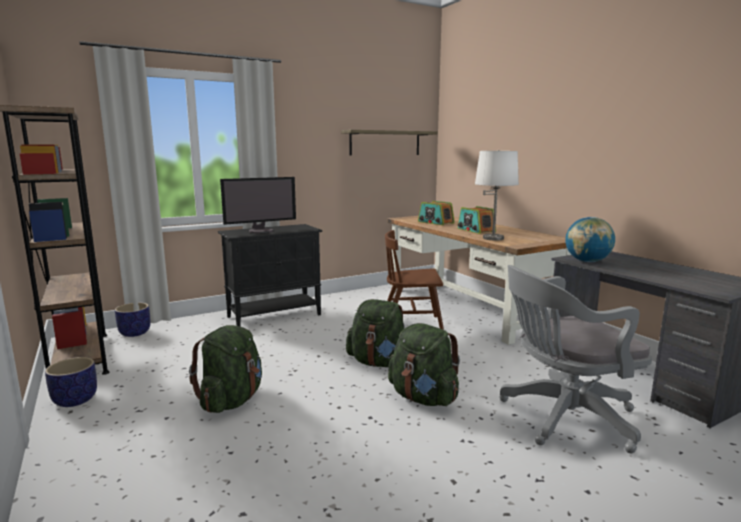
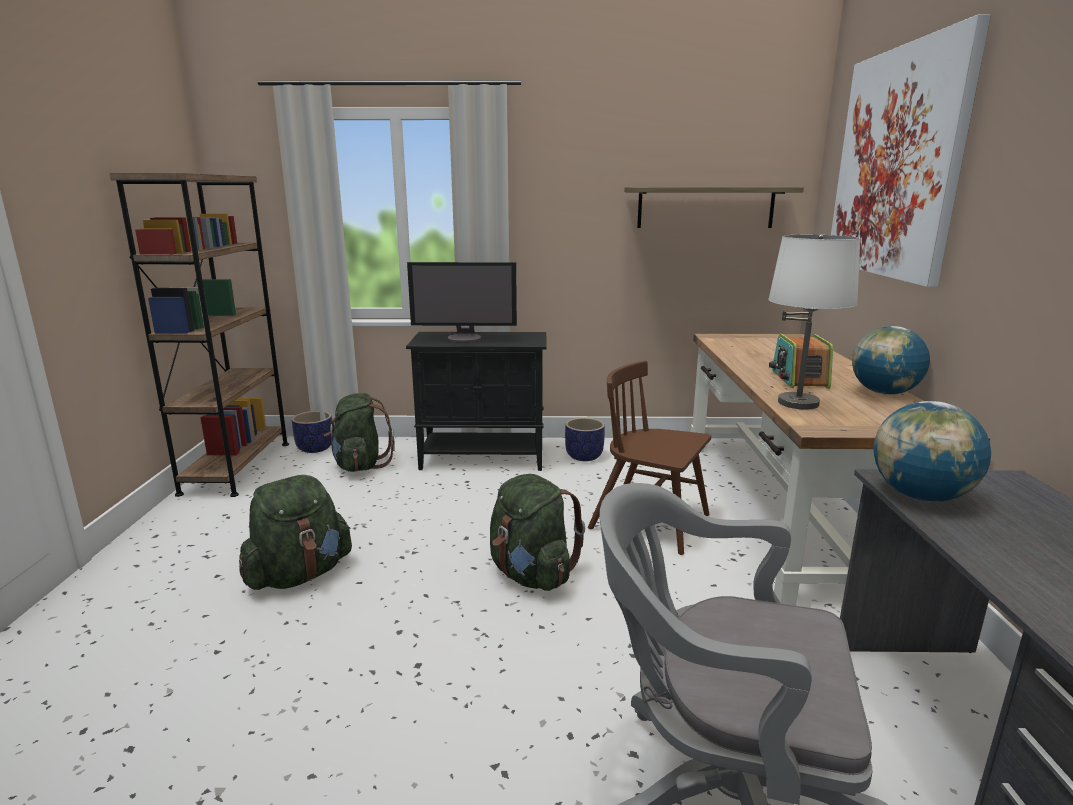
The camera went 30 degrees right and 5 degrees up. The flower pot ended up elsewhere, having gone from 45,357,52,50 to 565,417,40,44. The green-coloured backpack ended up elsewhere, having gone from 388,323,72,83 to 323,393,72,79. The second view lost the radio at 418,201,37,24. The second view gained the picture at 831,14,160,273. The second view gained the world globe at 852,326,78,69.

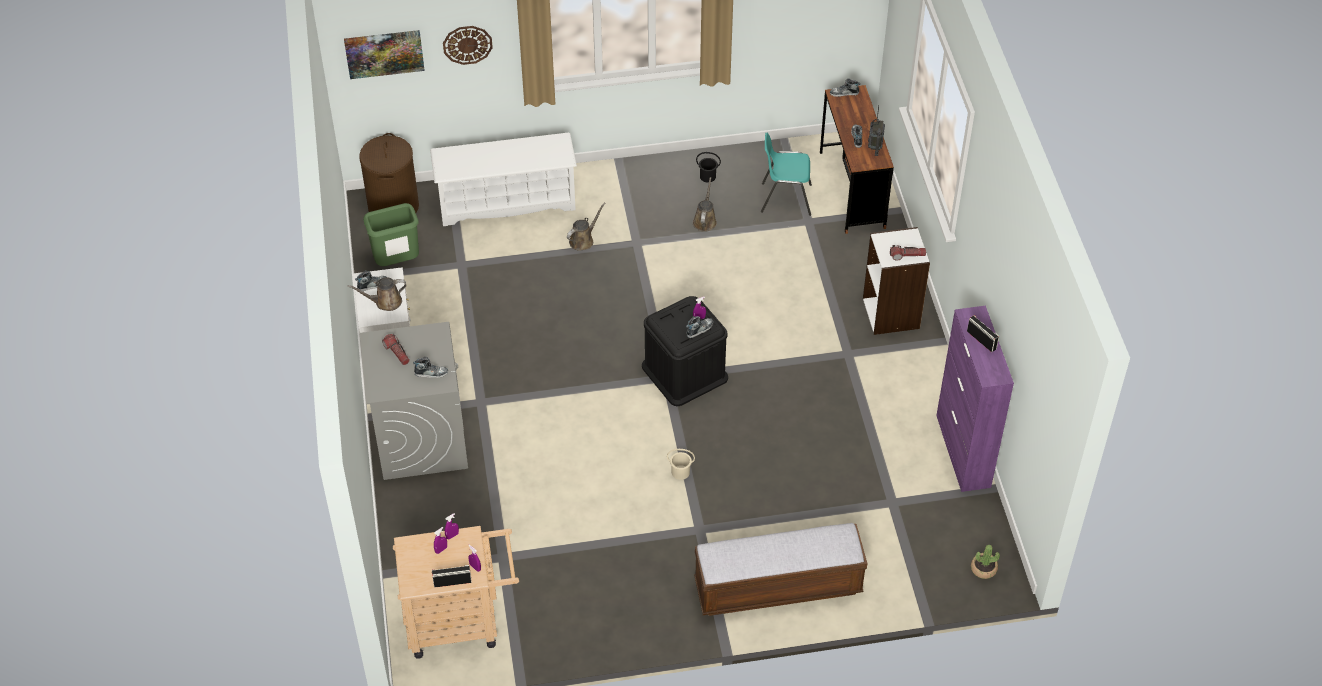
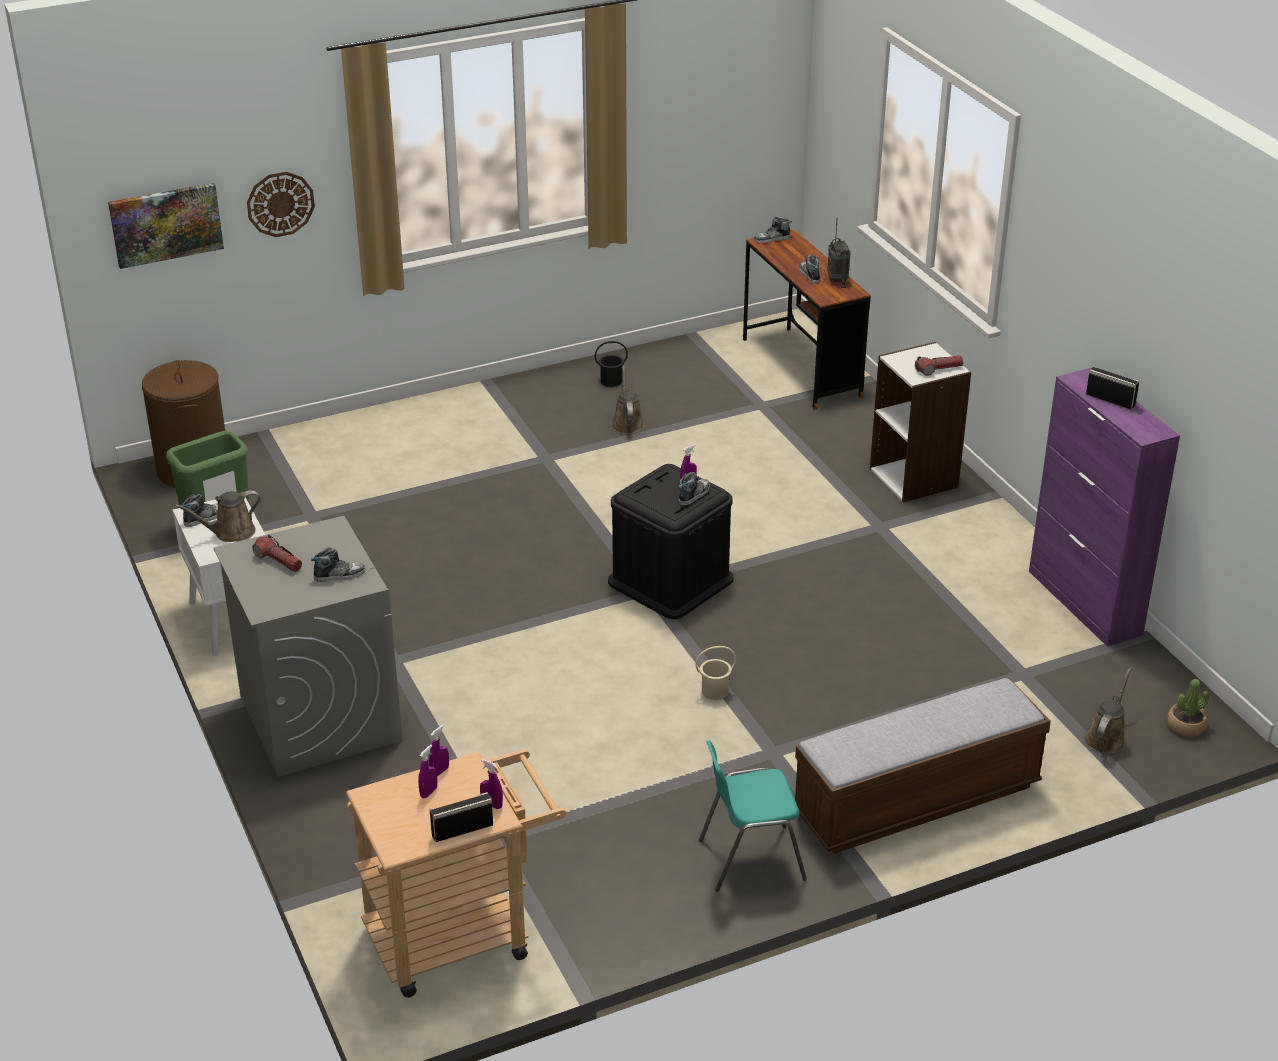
The camera went 15 degrees left and 15 degrees down. The second view lost the white-coloured shoe stand at 430,133,147,93. The brown sprinkling can ended up elsewhere, having gone from 567,202,39,49 to 1084,668,47,86. The turquoise plain chair ended up elsewhere, having gone from 761,133,51,83 to 699,740,108,152.

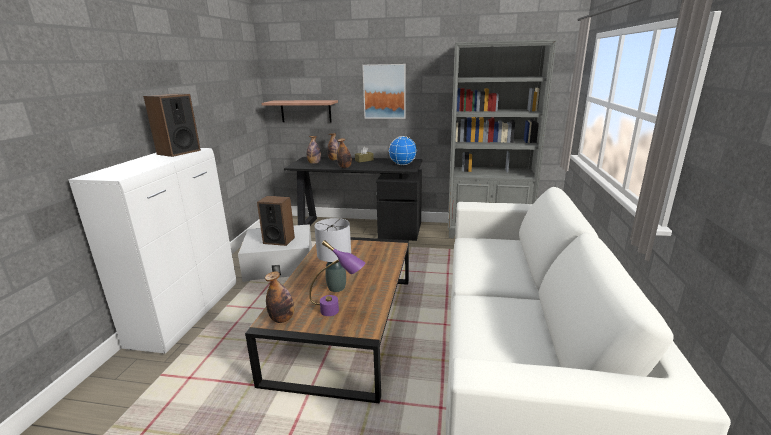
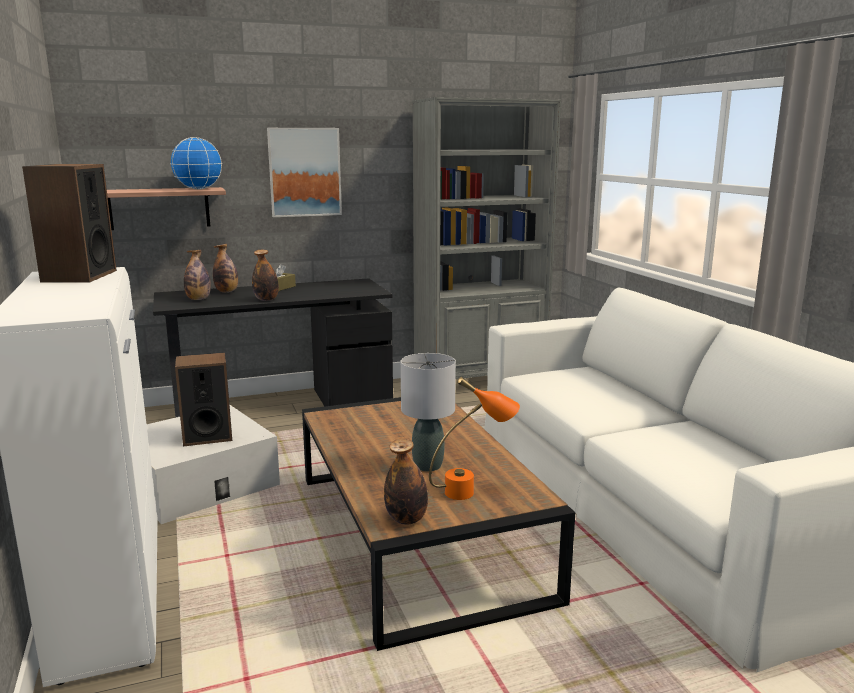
The camera went 30 degrees left and 5 degrees down. What was the purplish table lamp at 309,240,56,76 turned into the orange-coloured table lamp at 429,377,91,123. The world globe ended up elsewhere, having gone from 388,136,29,29 to 170,137,53,52.

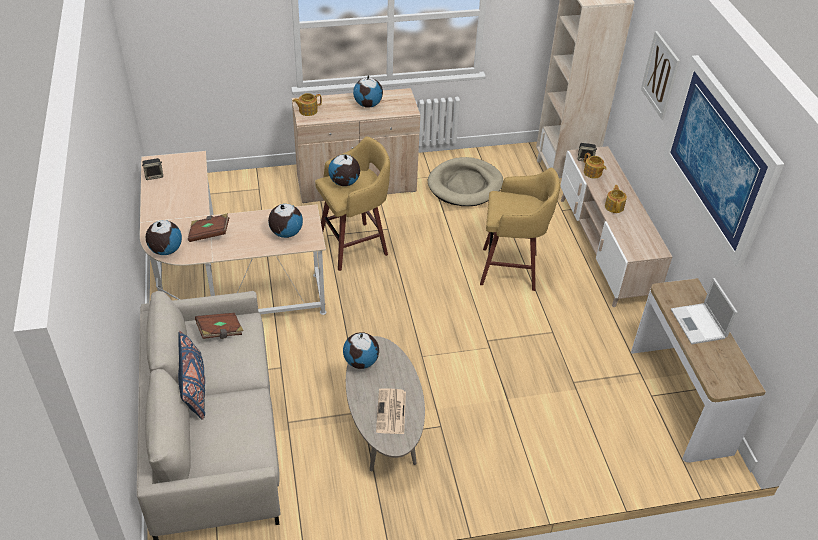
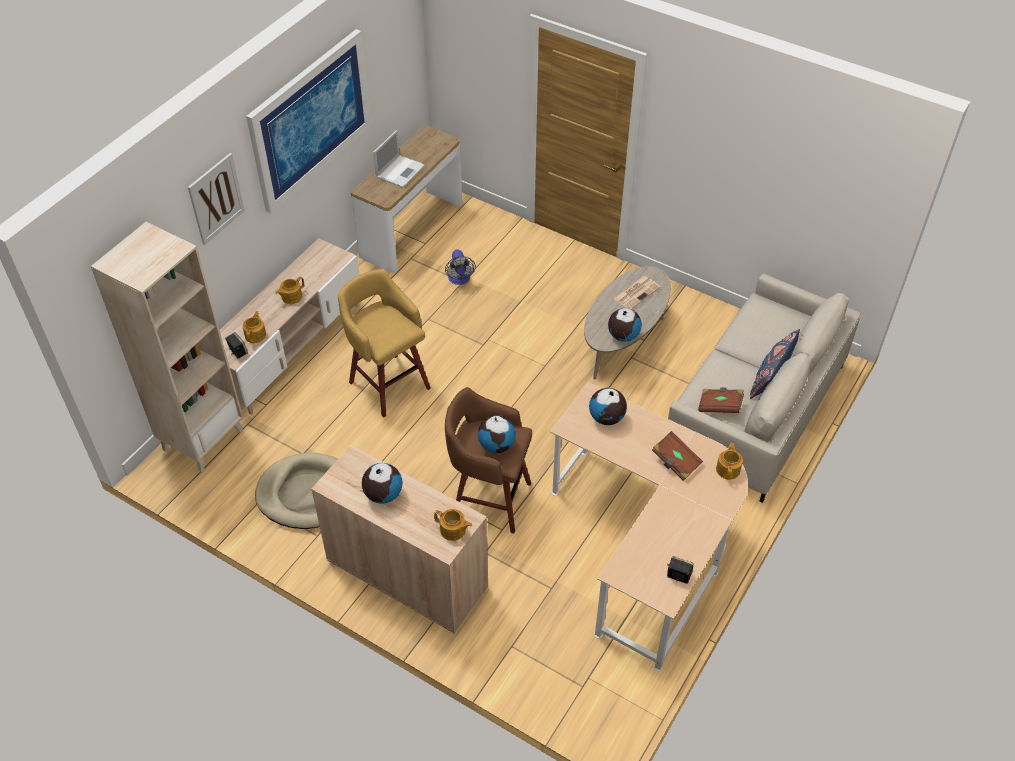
The camera went 135 degrees left and 5 degrees up. Where the world globe stood at 146,220,36,35, the pot for tea came to stand at 716,443,27,37. What was the yellow stool seat at 315,137,75,134 turned into the brown stool seat at 445,387,87,146. The second view gained the electric fan at 445,249,31,36.

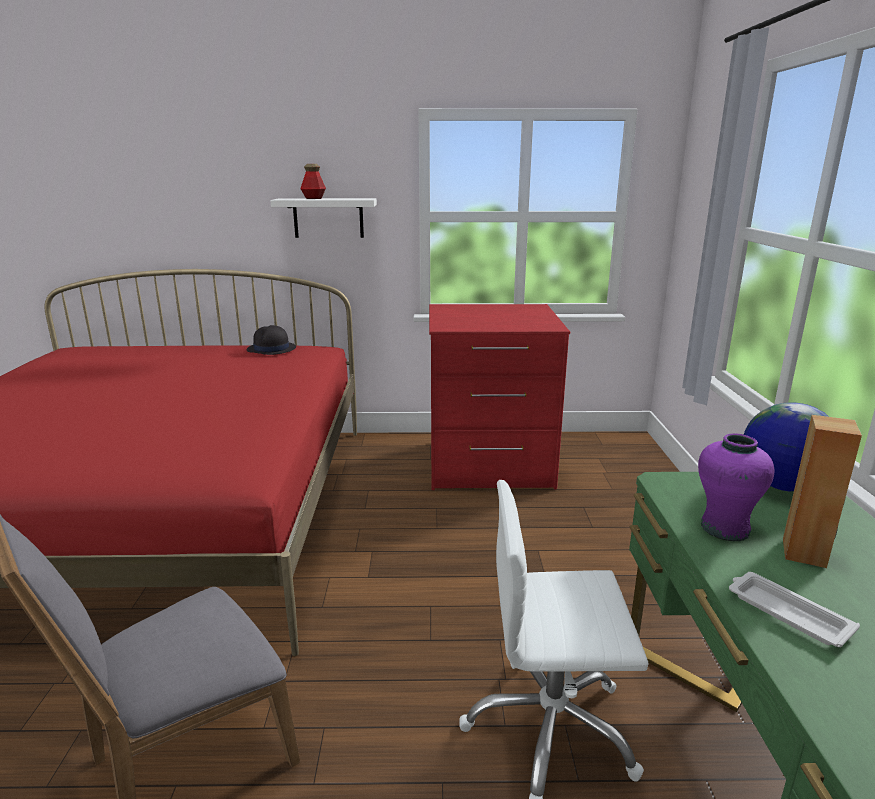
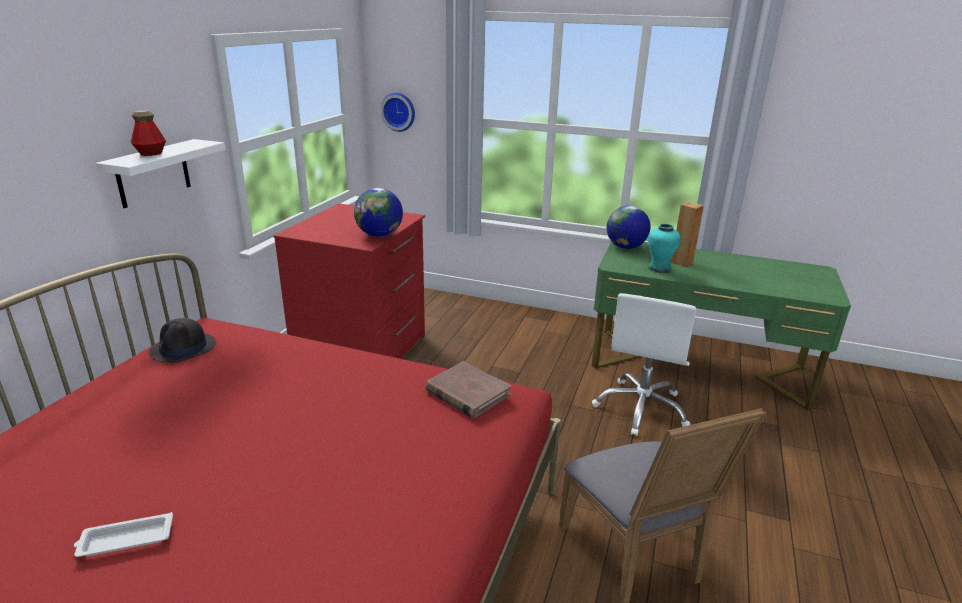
The camera went 70 degrees left and 5 degrees up. What was the purplish decorative vase at 698,433,76,108 turned into the turquoise decorative vase at 648,224,33,49. The white-coloured serving tray ended up elsewhere, having gone from 729,572,131,75 to 74,512,99,45. The second view gained the world globe at 354,188,49,49. The second view gained the clock on the wall at 381,93,34,39. The second view gained the brown book at 425,361,86,57.

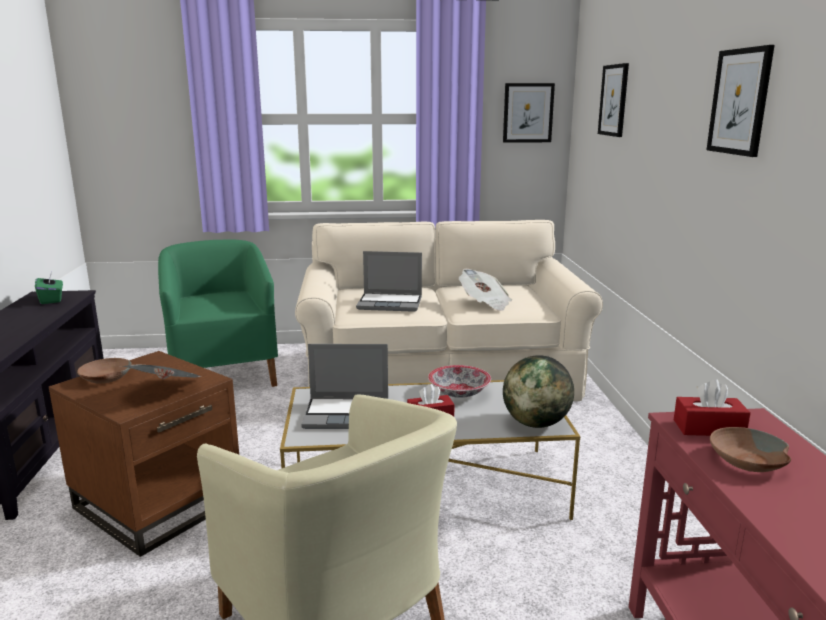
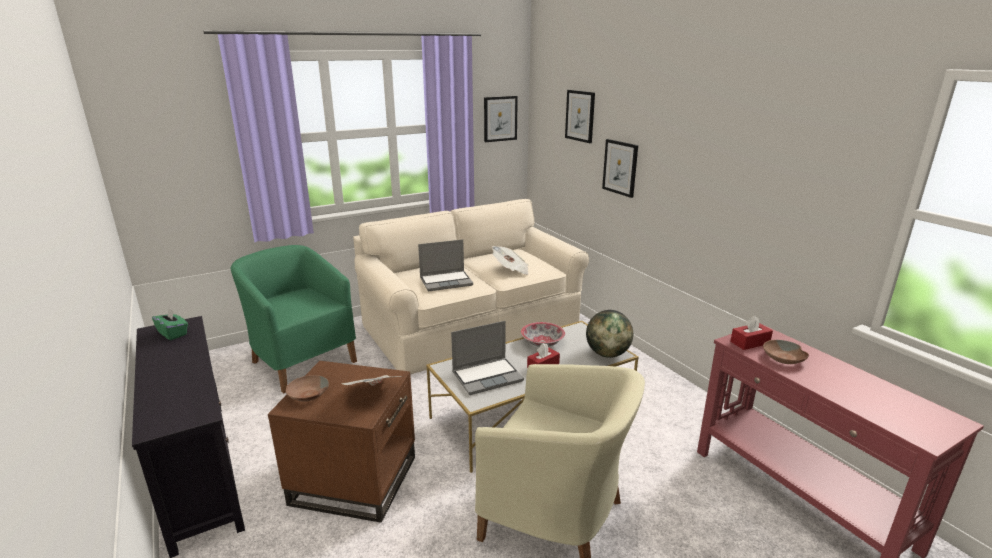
The camera went 25 degrees left and 5 degrees up. The picture ended up elsewhere, having gone from 706,45,68,112 to 602,139,36,59.

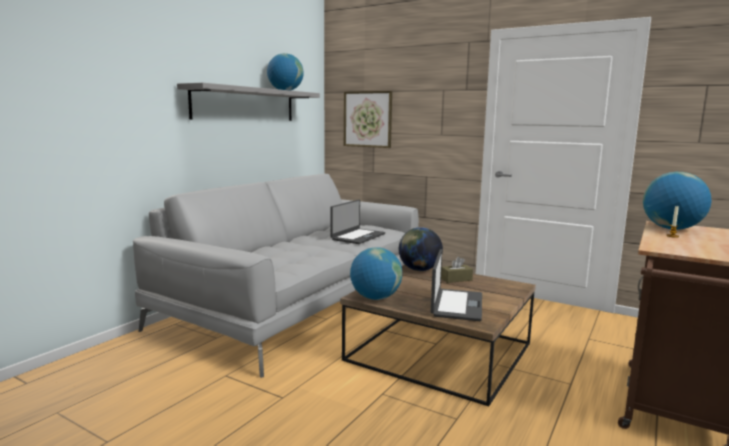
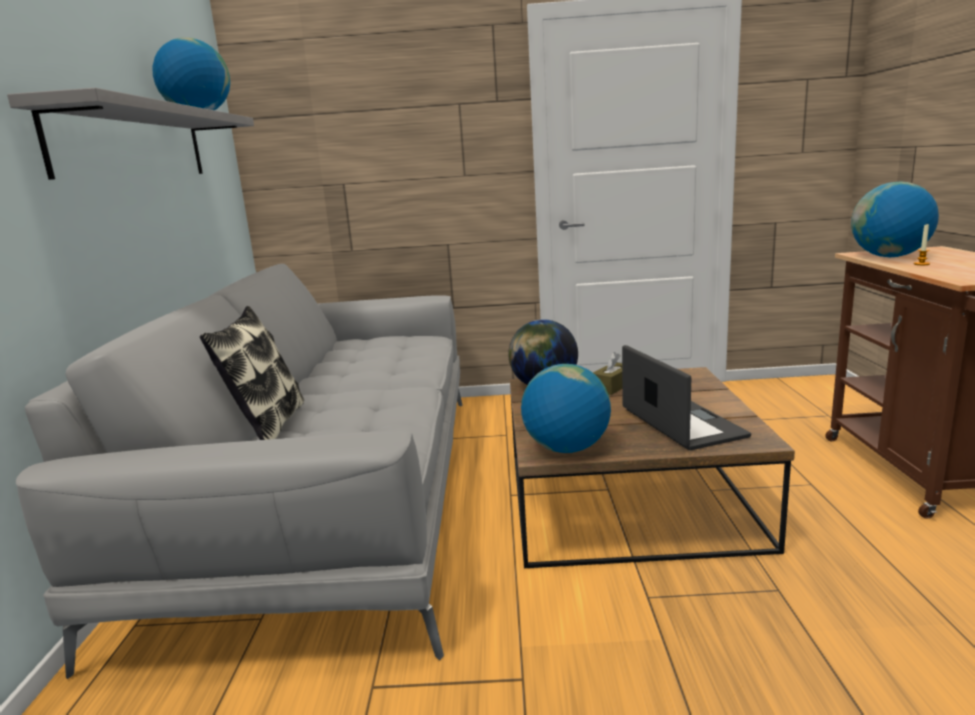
The camera went 30 degrees left and 5 degrees up. The second view lost the laptop at 330,199,55,45. The second view lost the picture at 344,91,48,57. The second view gained the cushion at 200,306,104,134.

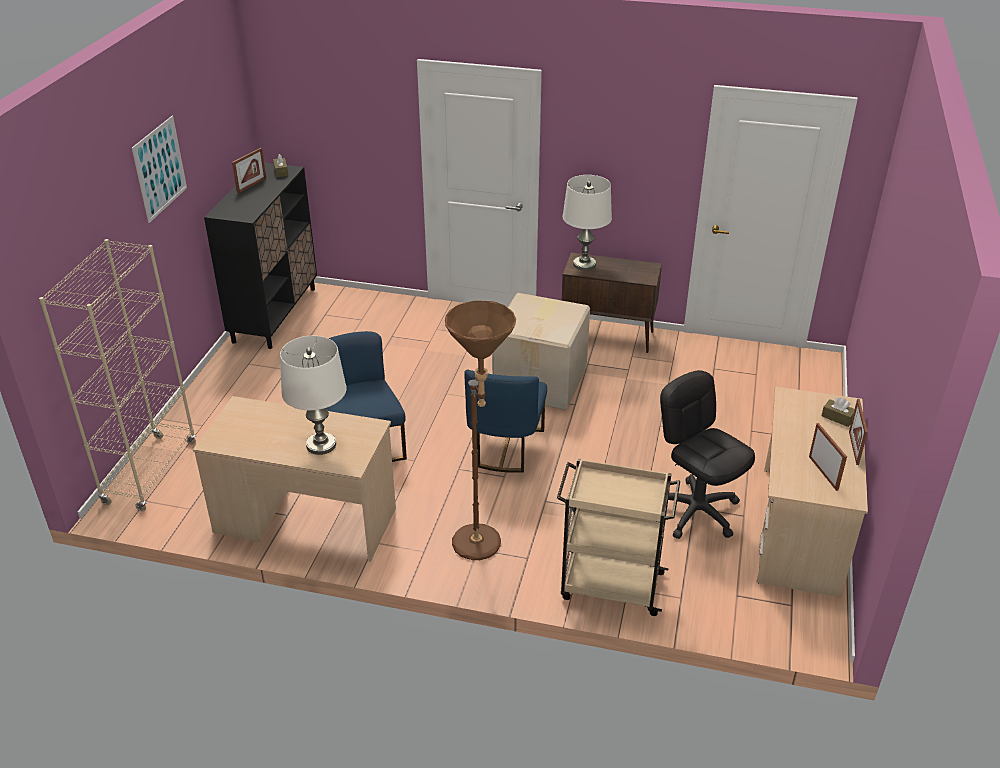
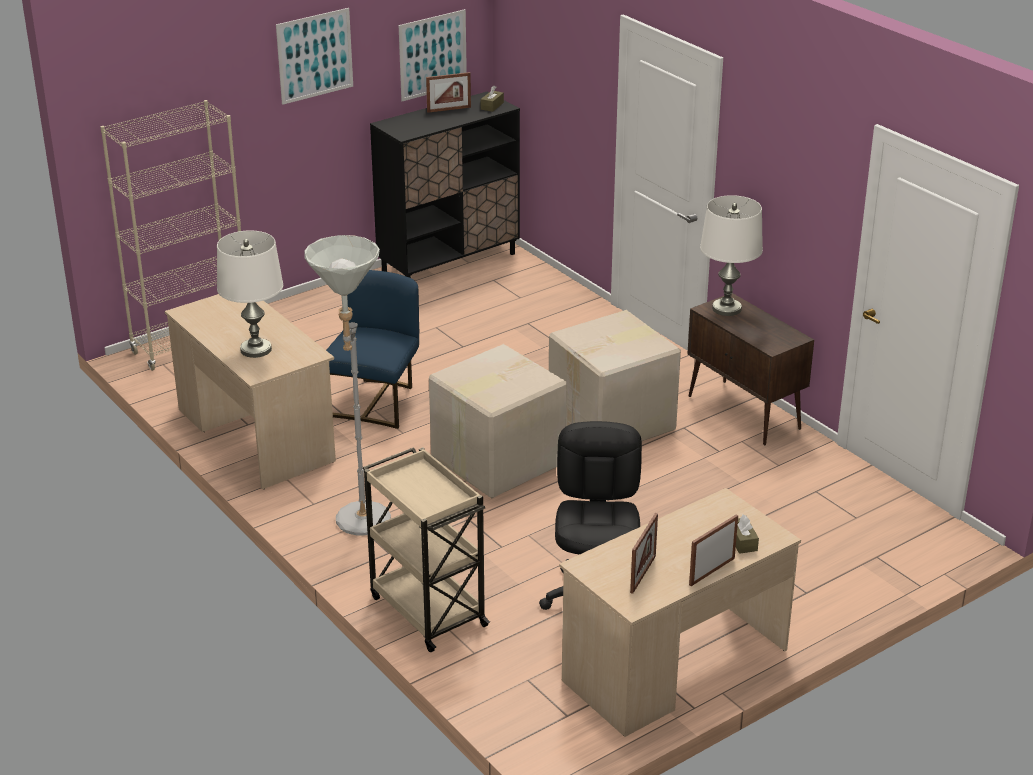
The camera went 40 degrees right and 5 degrees down. What was the brown standard lamp at 445,300,71,260 turned into the greyish standard lamp at 305,235,86,301. Where the blue-coloured plain chair stood at 464,370,83,103, the packing box came to stand at 429,344,138,154. The second view gained the picture at 399,9,68,92.

